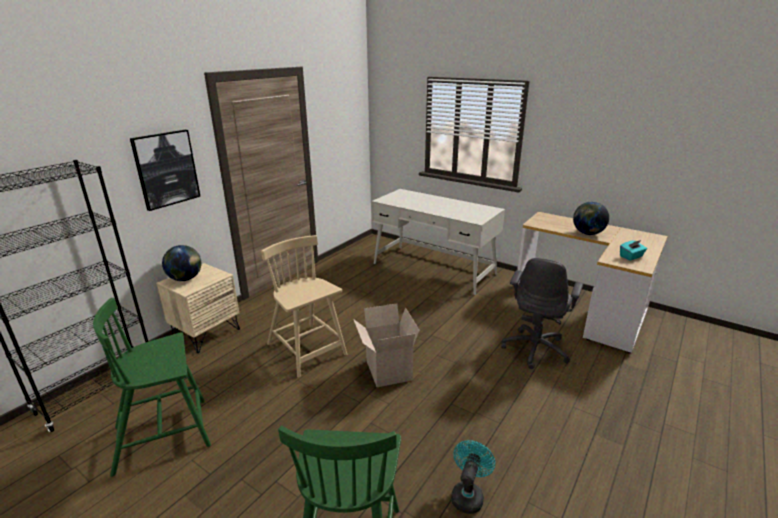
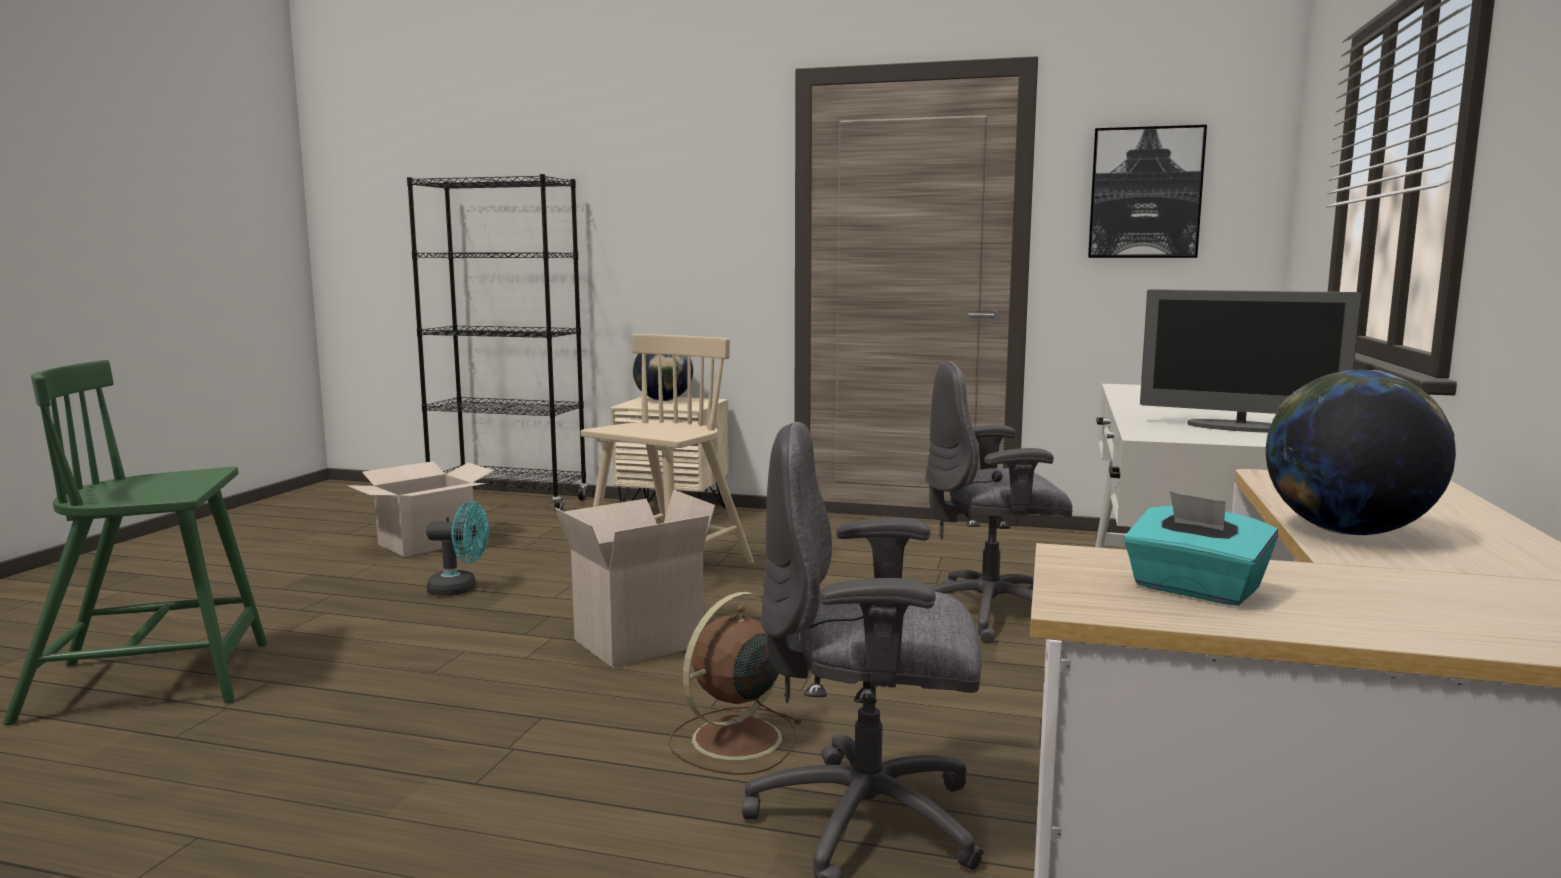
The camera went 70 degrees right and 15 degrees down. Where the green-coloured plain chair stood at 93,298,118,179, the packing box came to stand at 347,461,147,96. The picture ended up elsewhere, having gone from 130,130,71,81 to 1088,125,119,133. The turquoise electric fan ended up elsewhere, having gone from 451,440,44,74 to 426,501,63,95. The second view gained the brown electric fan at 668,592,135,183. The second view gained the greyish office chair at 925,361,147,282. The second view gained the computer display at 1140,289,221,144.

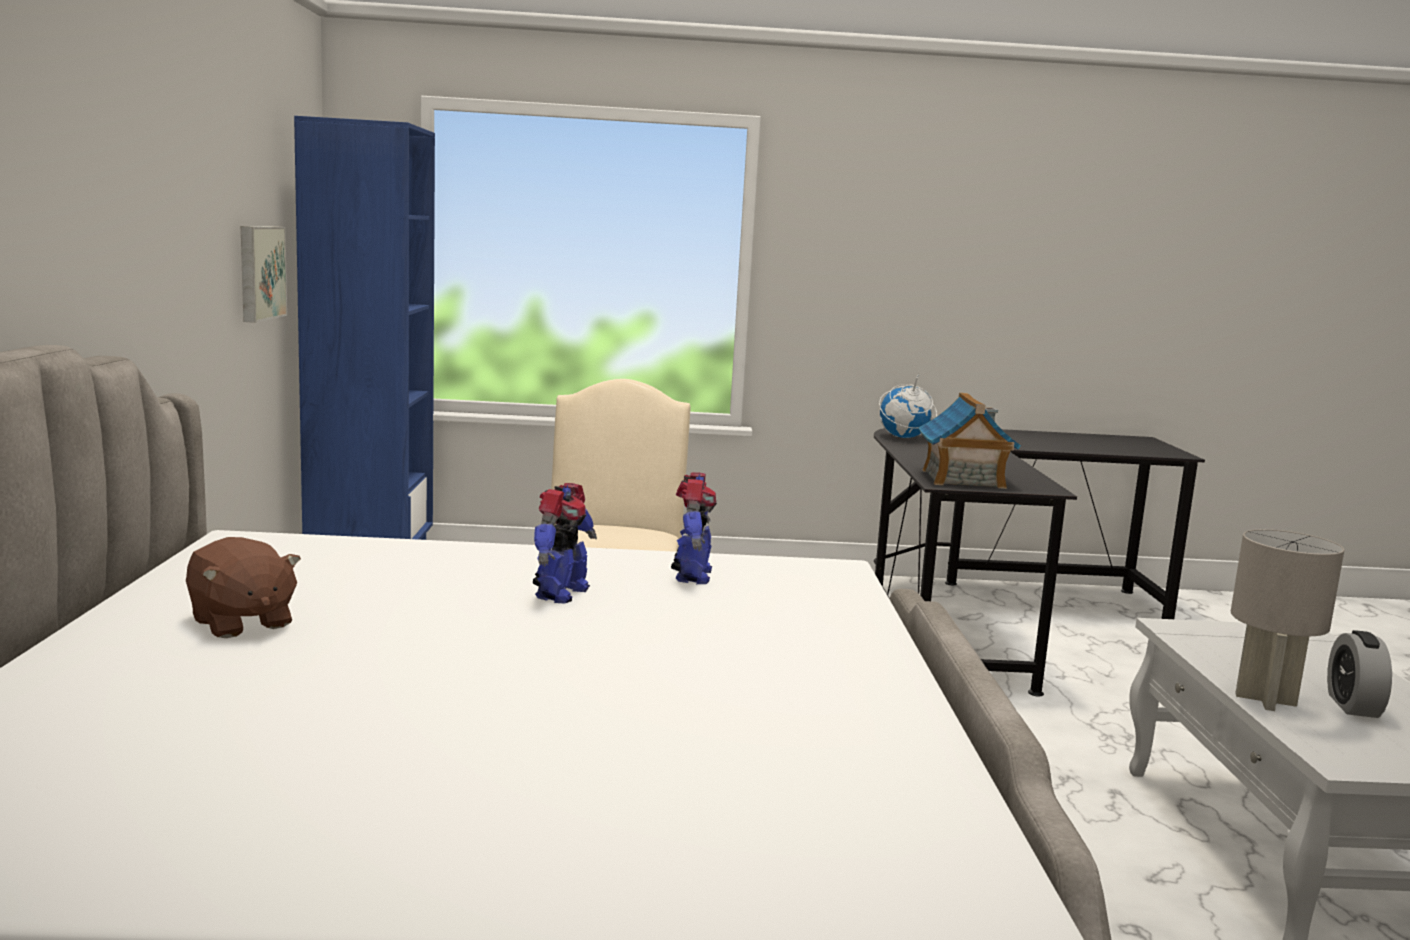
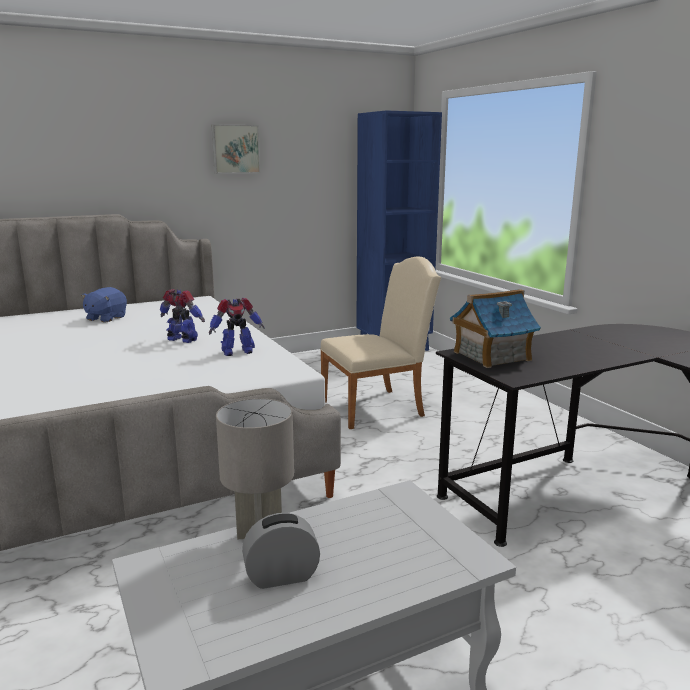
The camera went 65 degrees right and 5 degrees up. What was the brown soft toy at 186,537,115,101 turned into the blue-coloured soft toy at 81,287,46,36. The picture ended up elsewhere, having gone from 241,226,46,97 to 212,124,48,50. The toy robot at 533,483,64,121 ended up facing another way, 150 degrees counterclockwise from before. The second view lost the world globe at 879,374,58,64.

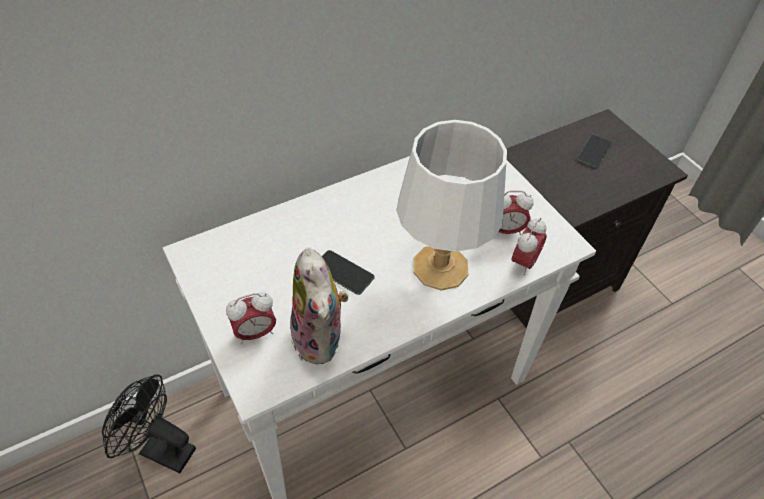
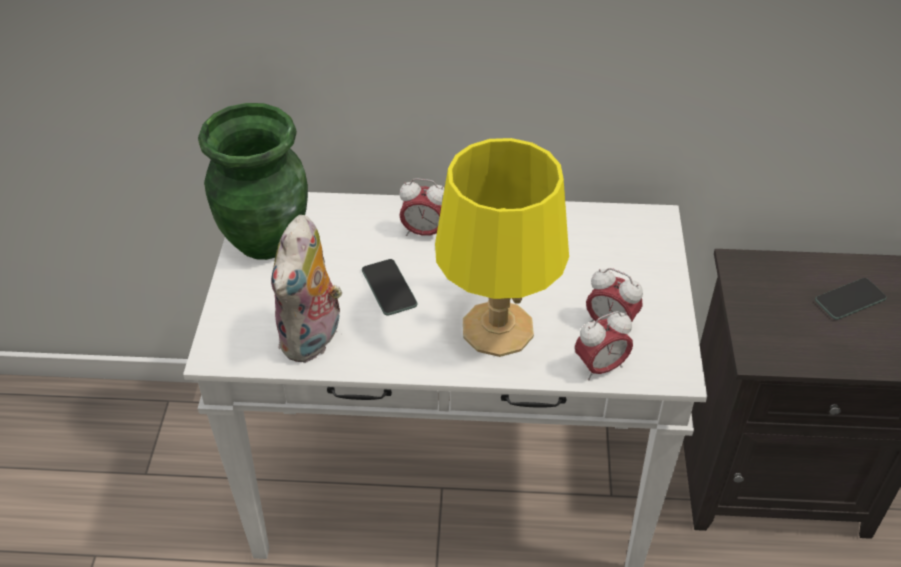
The camera went 35 degrees right and 5 degrees down. The second view lost the blackish electric fan at 102,374,94,99. The alarm clock ended up elsewhere, having gone from 226,292,50,52 to 399,178,45,58. What was the white-coloured table lamp at 396,120,111,171 turned into the yellow table lamp at 435,138,134,219. The second view gained the green-coloured decorative vase at 198,103,110,157.

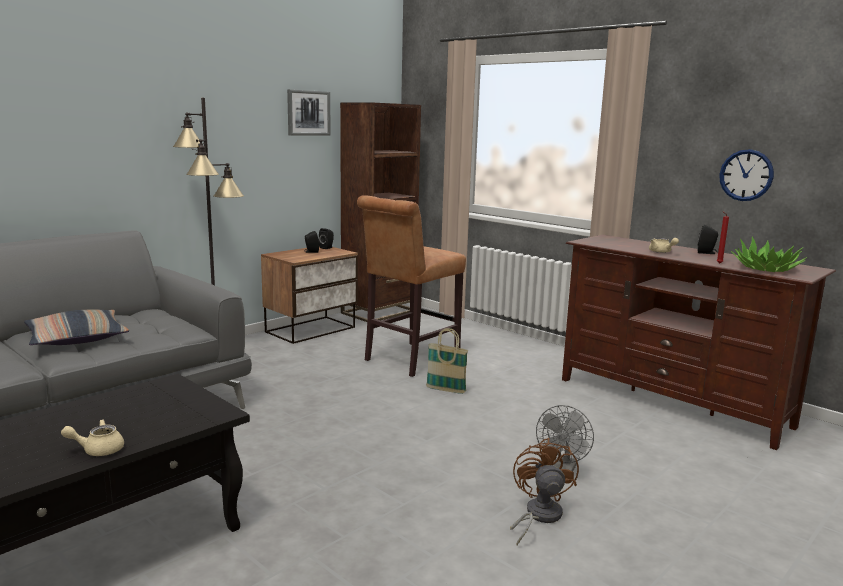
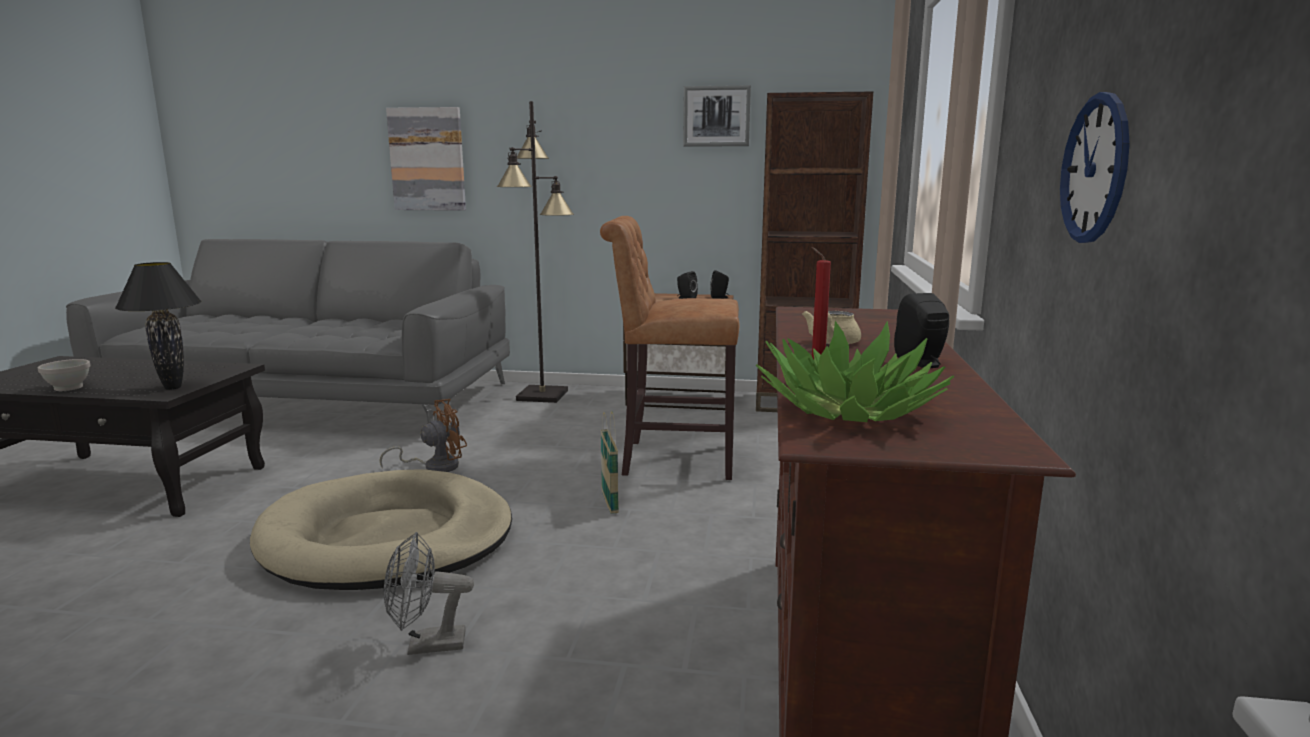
The camera went 55 degrees right and 0 degrees up. The second view lost the cushion at 24,309,105,36. Where the beige-coloured pot for tea stood at 61,419,63,37, the white-coloured serving bowl came to stand at 38,359,53,32. The brown electric fan ended up elsewhere, having gone from 510,438,69,107 to 380,399,87,73. The second view gained the blackish table lamp at 115,262,87,128. The second view gained the beige-coloured dog cushion at 250,469,262,121. The second view gained the picture at 386,107,80,104.

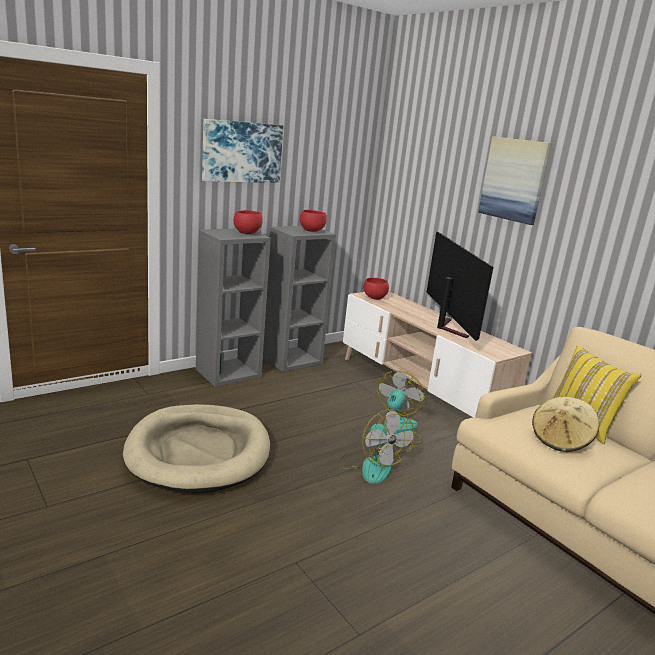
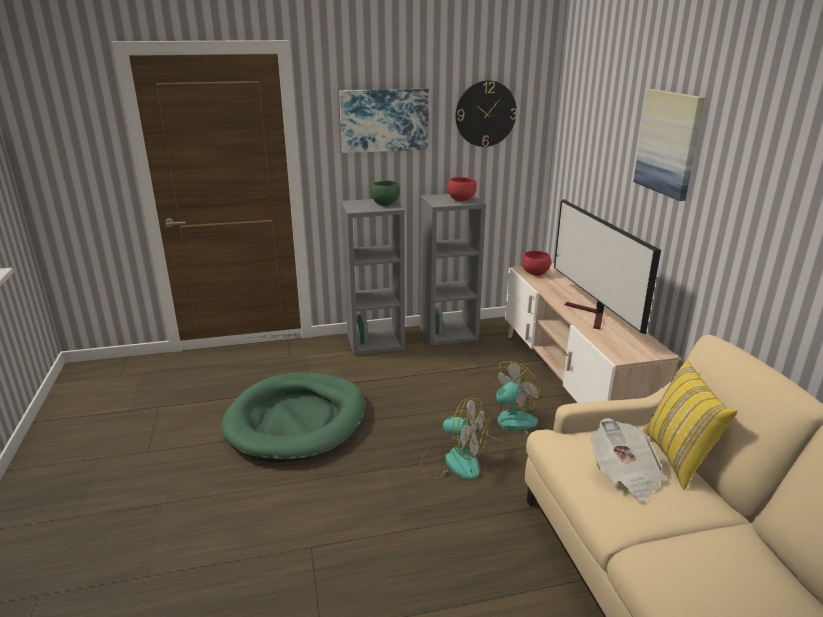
The camera went 25 degrees right and 5 degrees up. What was the beige-coloured dog cushion at 123,404,147,90 turned into the green-coloured dog cushion at 221,372,144,91. What was the red-coloured serving bowl at 234,210,28,24 turned into the green-coloured serving bowl at 371,181,29,25. The electric fan at 337,409,78,75 ended up facing another way, 60 degrees counterclockwise from before. The TV set at 427,231,66,110 ended up facing another way, 150 degrees clockwise from before. Where the beige-coloured wearable hat stood at 532,397,67,55, the printed paper came to stand at 590,418,76,84. The second view gained the clock on the wall at 456,80,61,67.

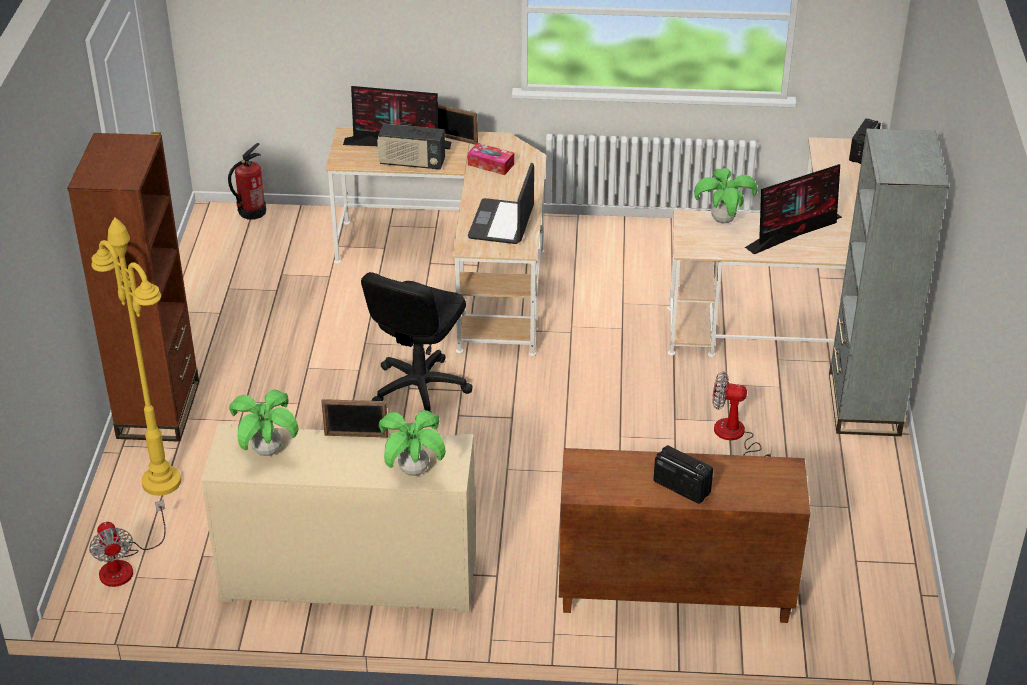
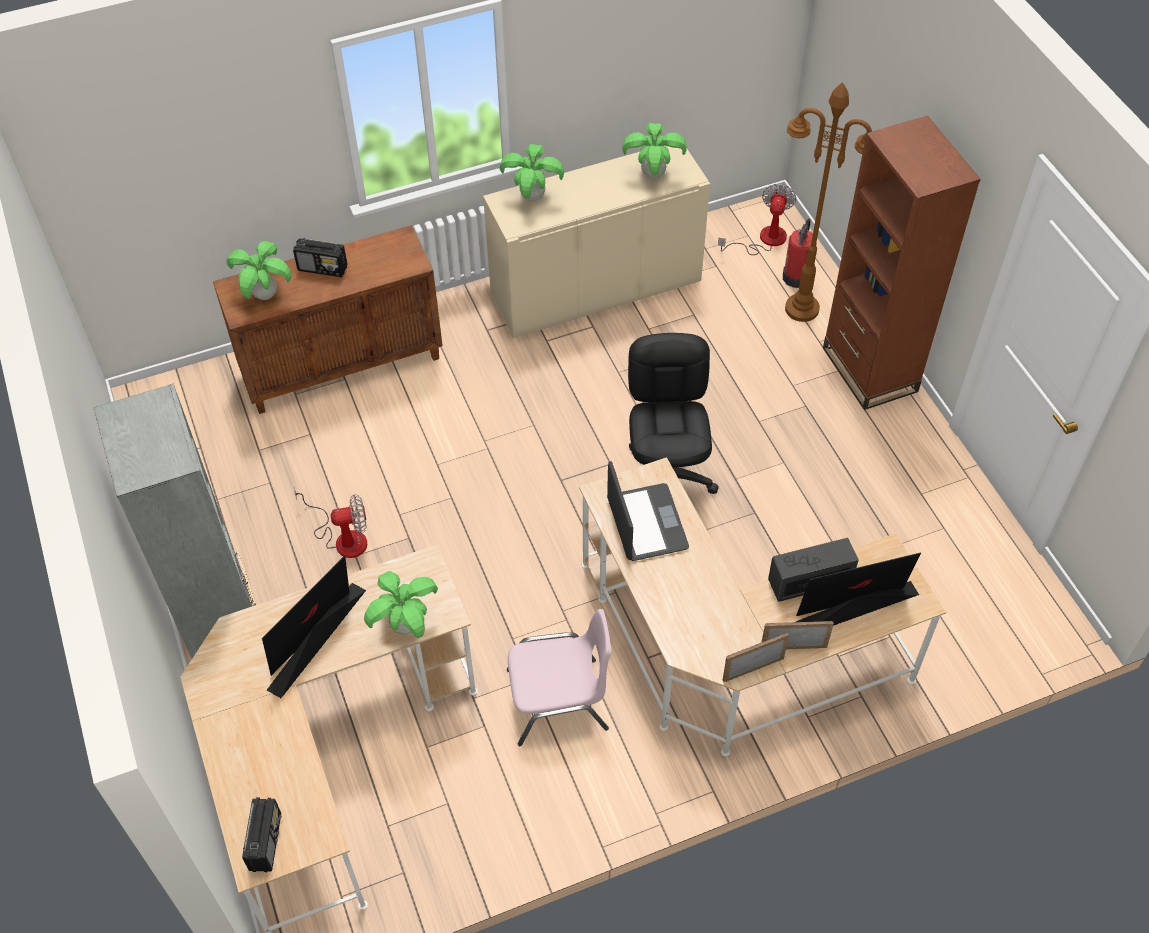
The camera went 155 degrees right and 15 degrees up. The electric fan at 89,500,77,87 ended up facing another way, 60 degrees clockwise from before. What was the yellow standard lamp at 91,217,90,279 turned into the brown standard lamp at 785,82,87,240. The extinguisher ended up elsewhere, having gone from 228,143,38,76 to 783,219,34,69. The standing frame ended up elsewhere, having gone from 321,399,67,39 to 723,633,66,49. The second view lost the box of tissues at 467,143,47,32. The second view gained the houseplant at 227,241,65,59. The second view gained the pink plain chair at 507,609,105,137.

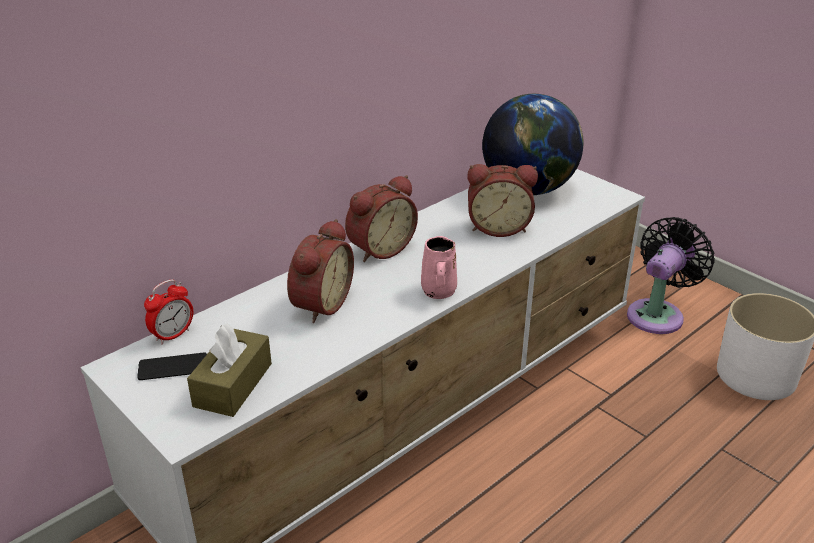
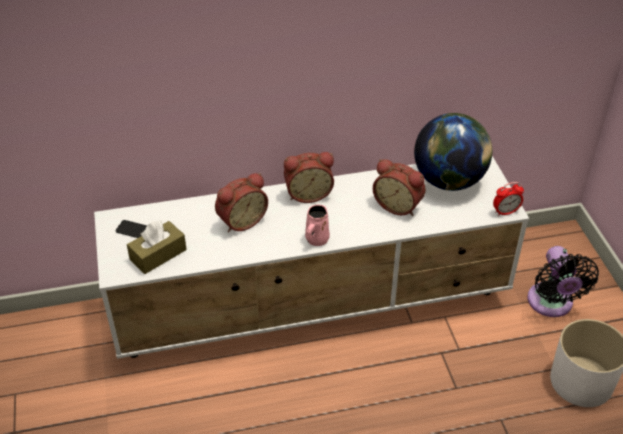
The camera went 30 degrees right and 10 degrees up. The alarm clock ended up elsewhere, having gone from 144,279,49,66 to 493,182,31,34. The blackish electric fan at 627,217,88,117 ended up facing another way, 105 degrees clockwise from before.

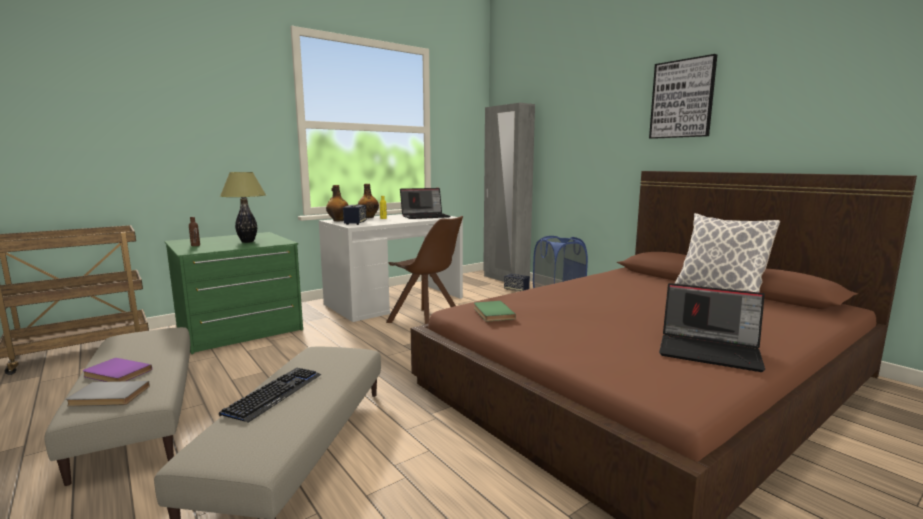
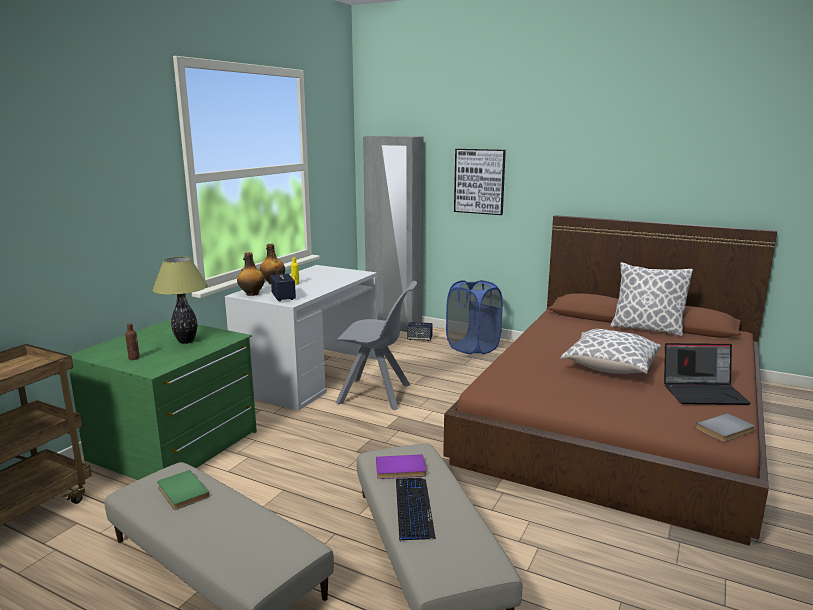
The camera went 25 degrees left and 5 degrees up. The greyish book ended up elsewhere, having gone from 66,381,84,25 to 695,413,60,29. The purplish book ended up elsewhere, having gone from 82,358,70,24 to 376,454,51,25. What was the brown plain chair at 386,216,77,108 turned into the greyish plain chair at 336,281,81,129. The second view lost the laptop at 400,188,50,31. The green-coloured book ended up elsewhere, having gone from 474,301,42,21 to 157,470,52,40. The picture ended up elsewhere, having gone from 649,54,68,85 to 454,149,52,66. The second view gained the cushion at 560,329,101,45.

